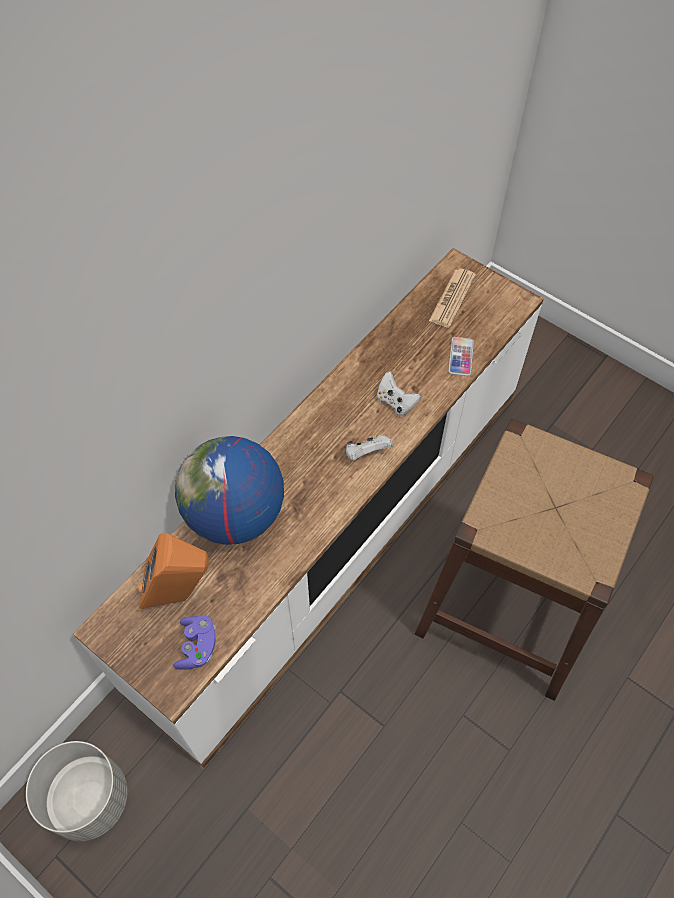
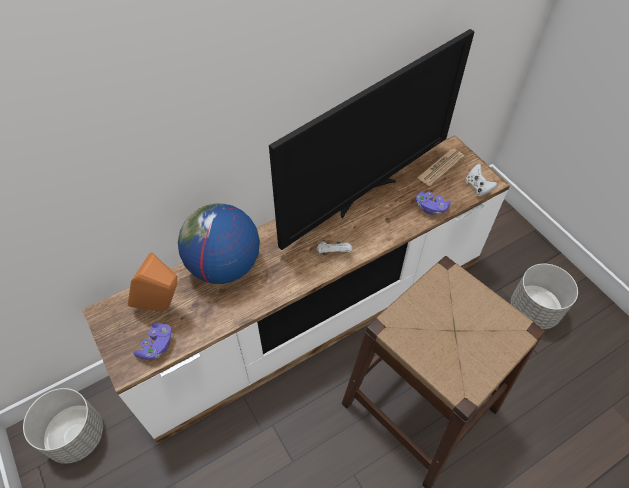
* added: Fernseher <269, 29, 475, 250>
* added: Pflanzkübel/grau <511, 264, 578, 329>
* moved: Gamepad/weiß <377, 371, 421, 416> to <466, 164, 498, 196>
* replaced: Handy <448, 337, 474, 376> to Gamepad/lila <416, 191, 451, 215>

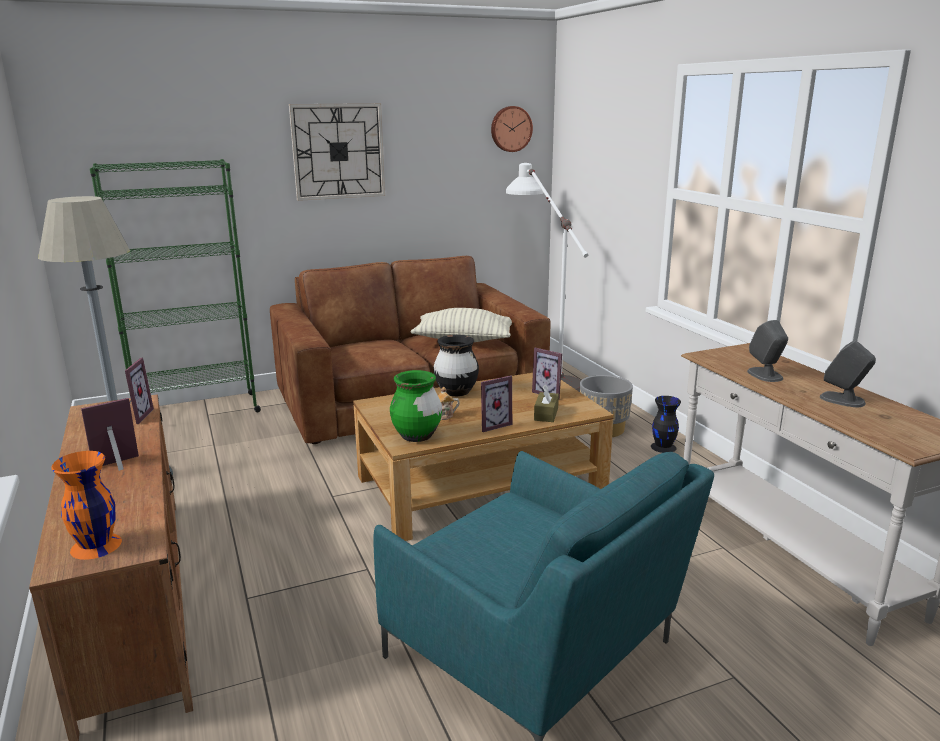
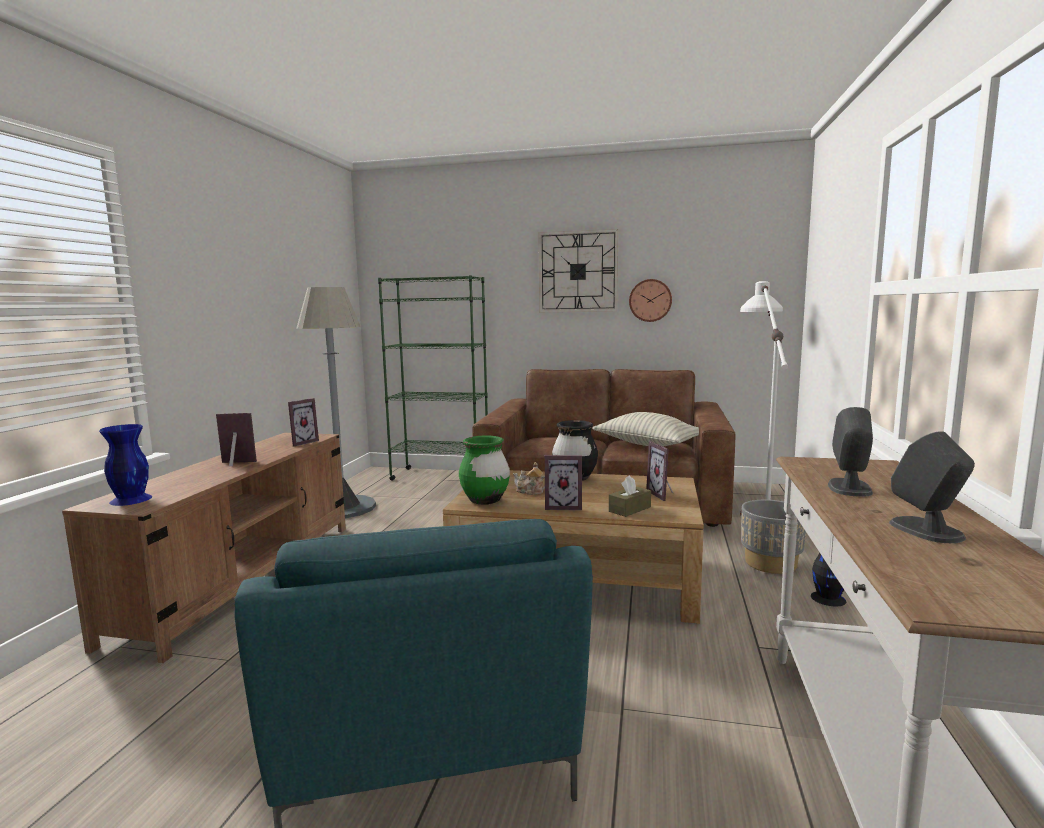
* moved: Wanduhr <491, 106, 533, 152> to <629, 279, 672, 322>
* recoloured: Vase/orange <51, 451, 122, 560> to Vase/blau <99, 424, 152, 506>

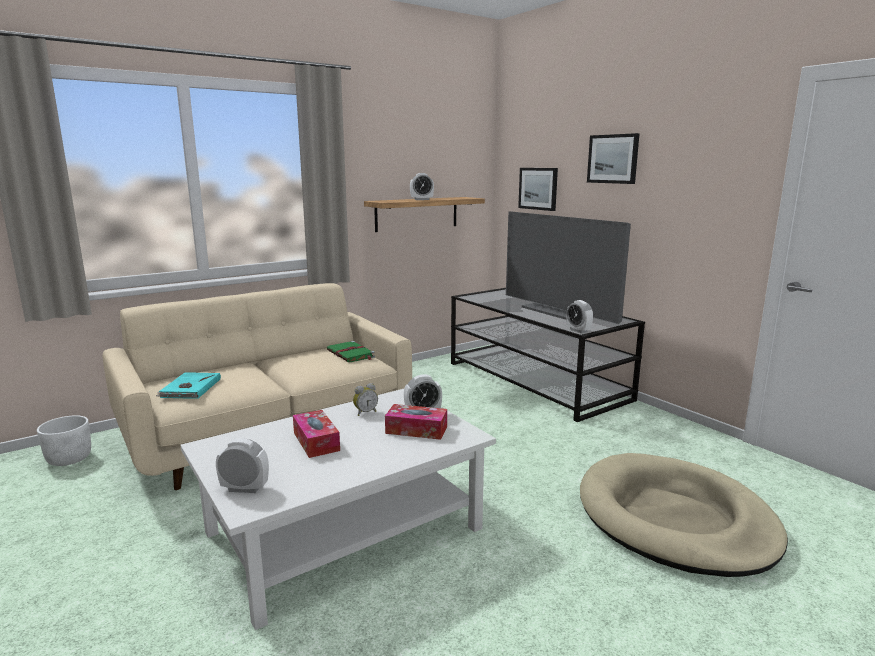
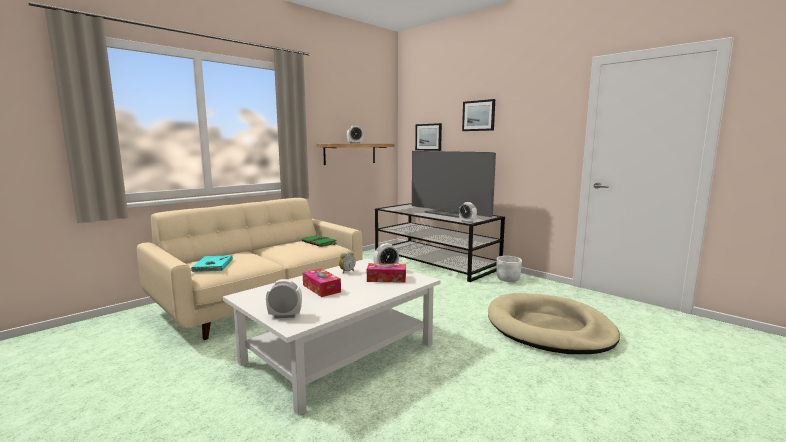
* moved: Pflanzkübel/weiß <37, 415, 91, 466> to <496, 256, 522, 282>

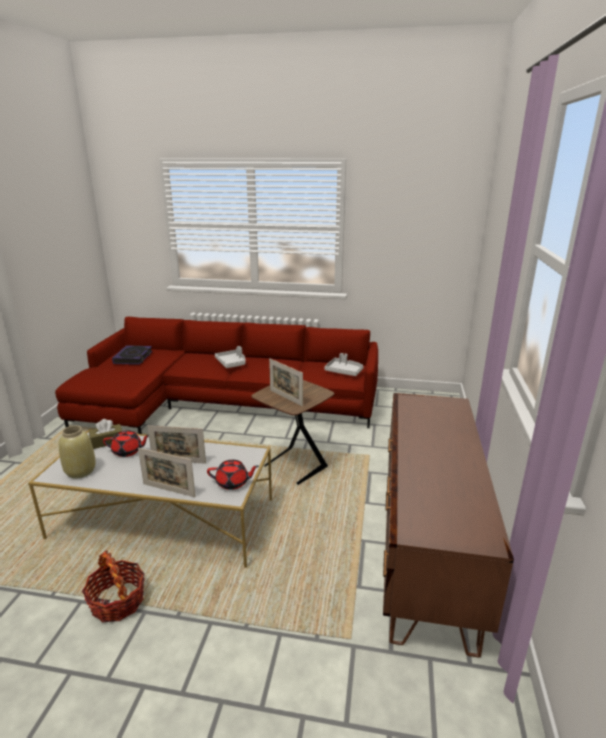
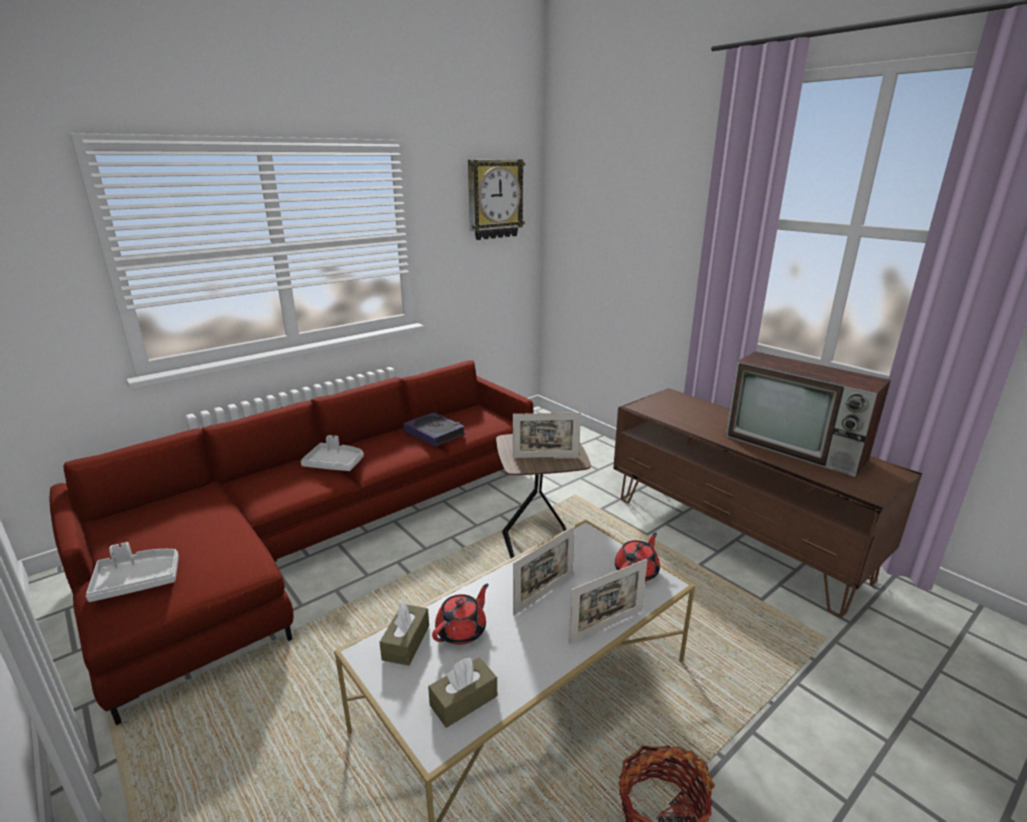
* added: Wanduhr <468, 160, 525, 240>
* added: Fernseher <725, 351, 891, 477>
* moved: Buch <112, 345, 152, 365> to <403, 412, 466, 447>
* moved: Tablett/grau <324, 353, 364, 376> to <86, 542, 179, 602>
* replaced: Vase/beige <59, 425, 96, 479> to Taschentuchbox/braun <428, 657, 497, 728>

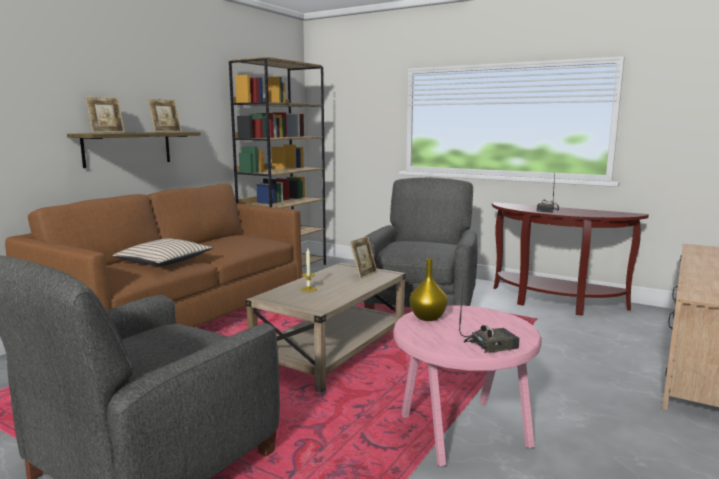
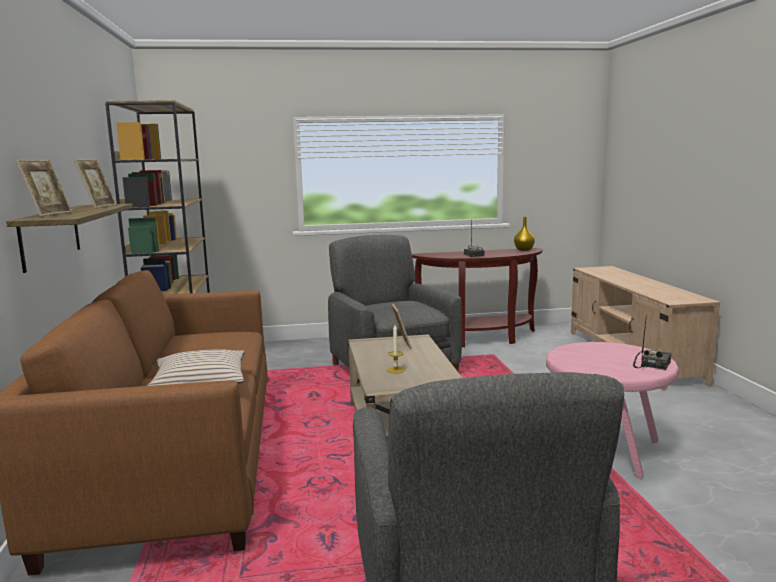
* moved: Vase/gelb <410, 258, 447, 321> to <514, 217, 535, 251>

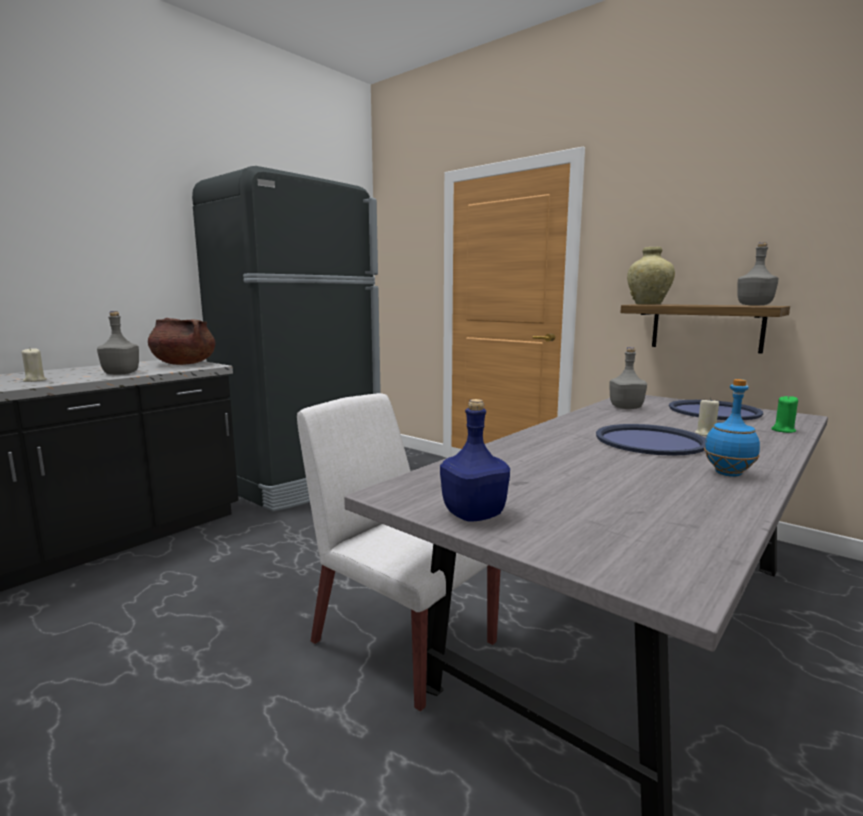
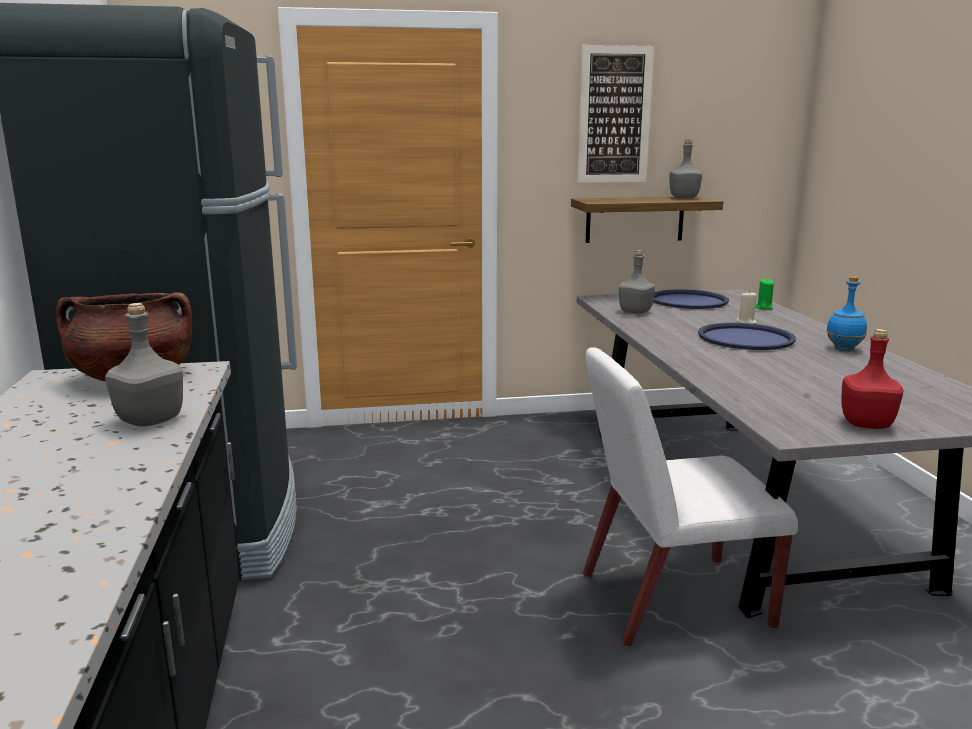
* removed: Kerze/beige <21, 348, 47, 382>
* removed: Vase/beige <627, 247, 675, 304>
* added: Bild <577, 45, 654, 183>
* recoloured: Flasche/blau <440, 399, 510, 521> to Flasche/rot <841, 329, 904, 429>

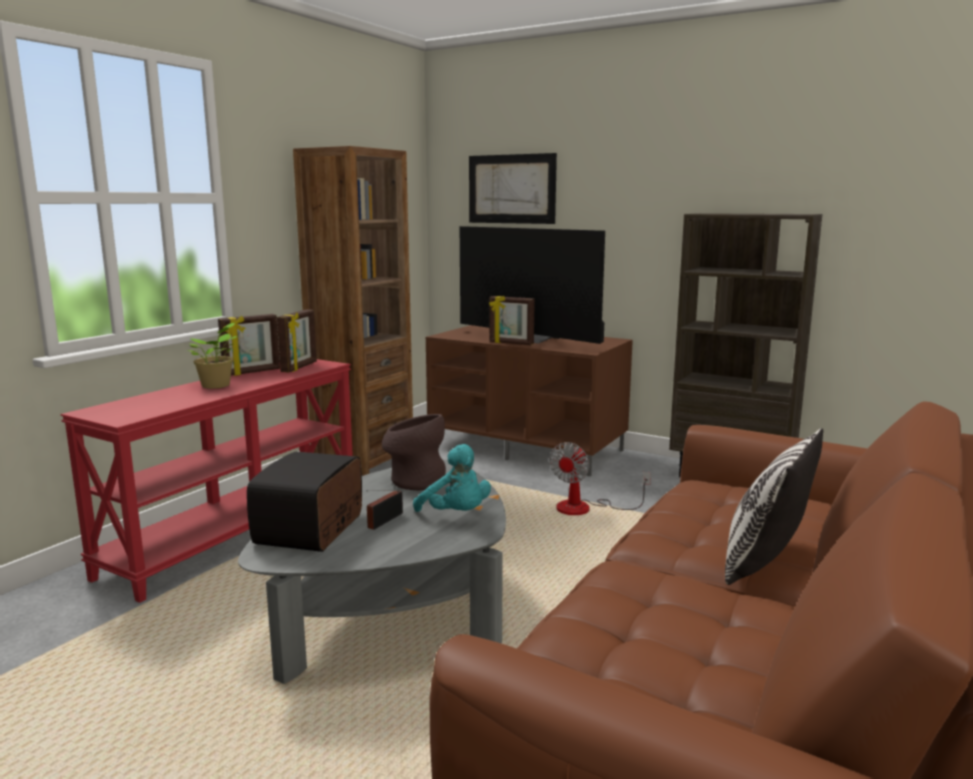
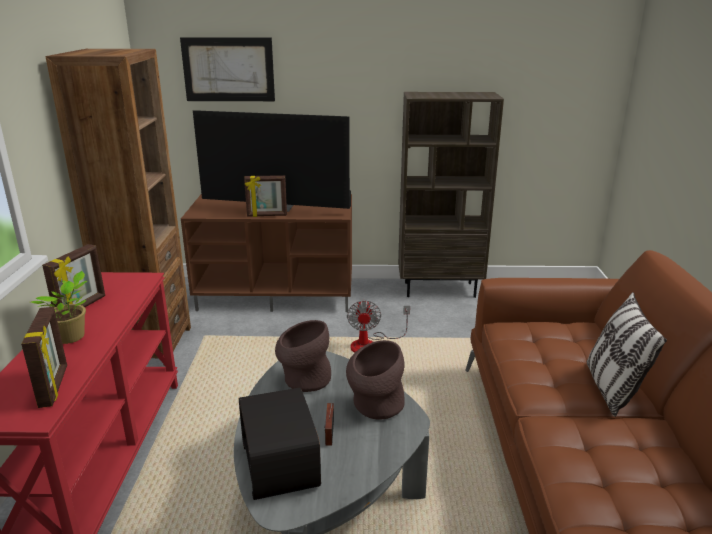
* moved: Bilderrahmen <277, 310, 317, 372> to <21, 307, 67, 408>
* replaced: Plüschtier/türkis <413, 444, 491, 512> to Vase/braun <346, 340, 405, 419>

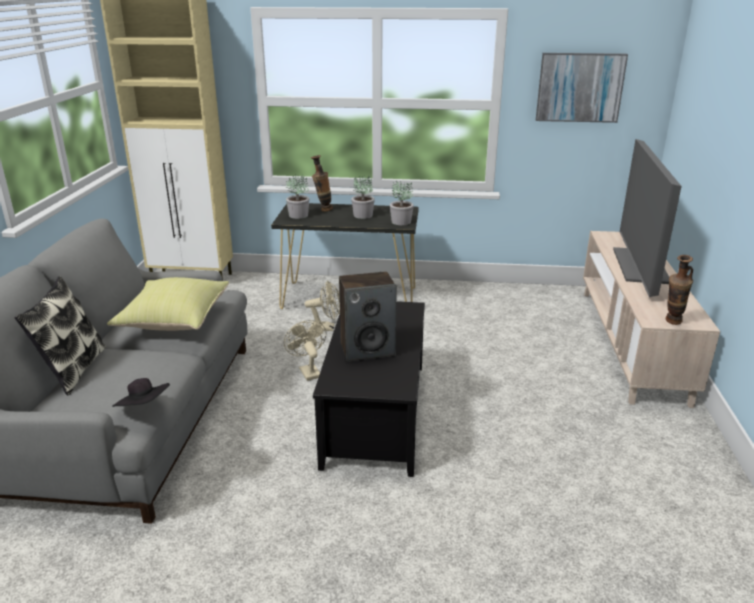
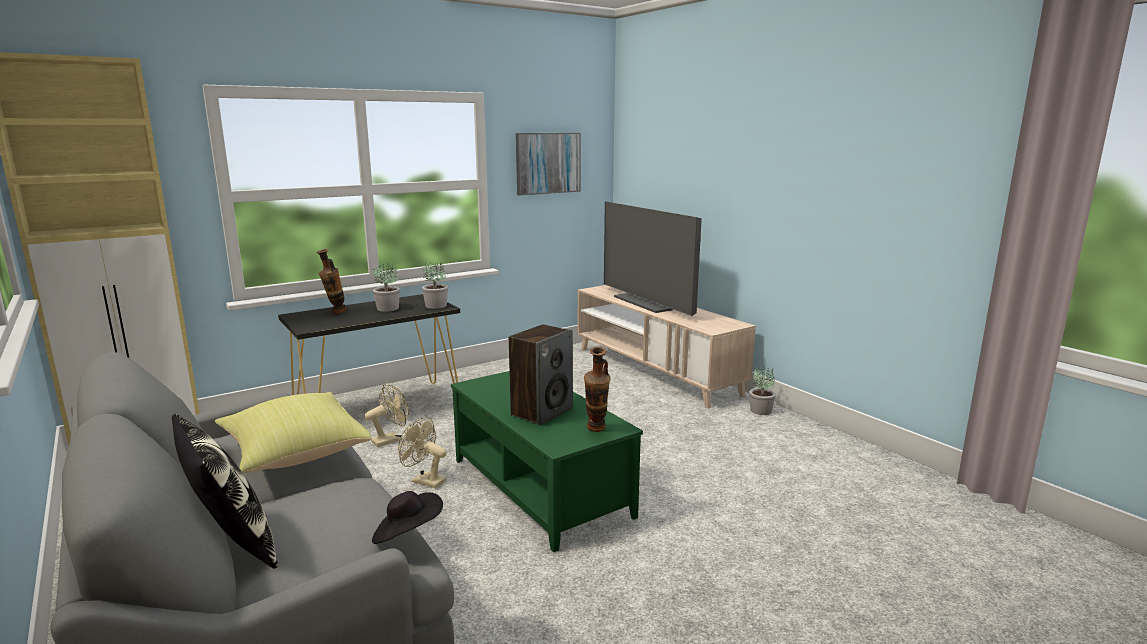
* moved: Topfpflanze <286, 174, 309, 219> to <749, 366, 776, 415>
* moved: Vase <666, 255, 693, 325> to <584, 347, 611, 432>
* recoloured: Couchtisch/schwarz <313, 301, 425, 477> to Couchtisch/grün <451, 371, 643, 552>

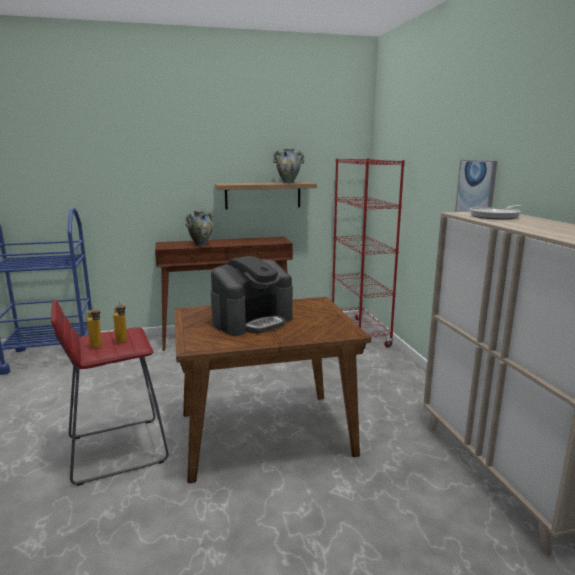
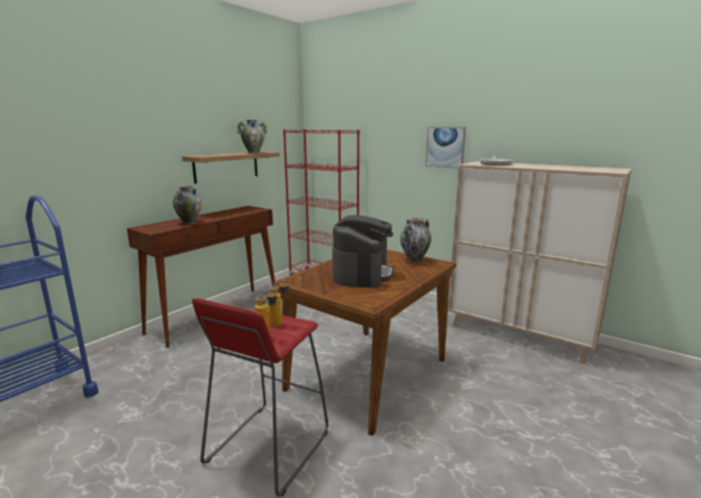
* added: Vase <400, 218, 431, 263>

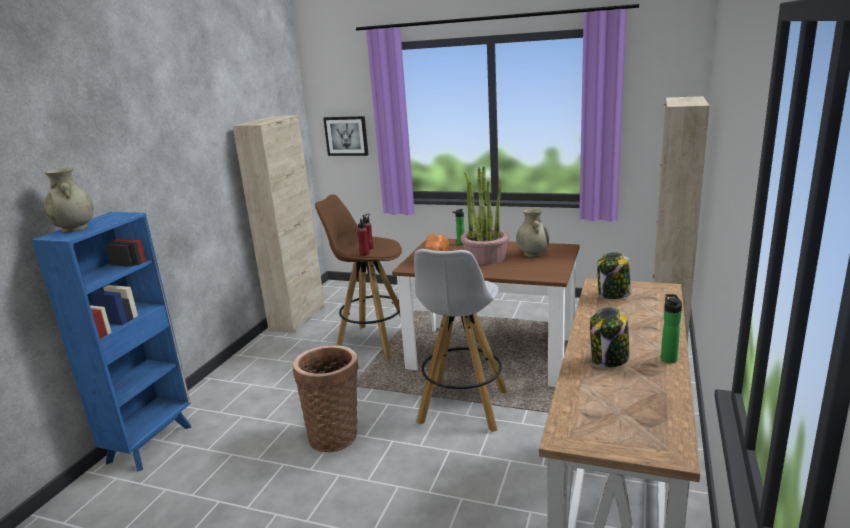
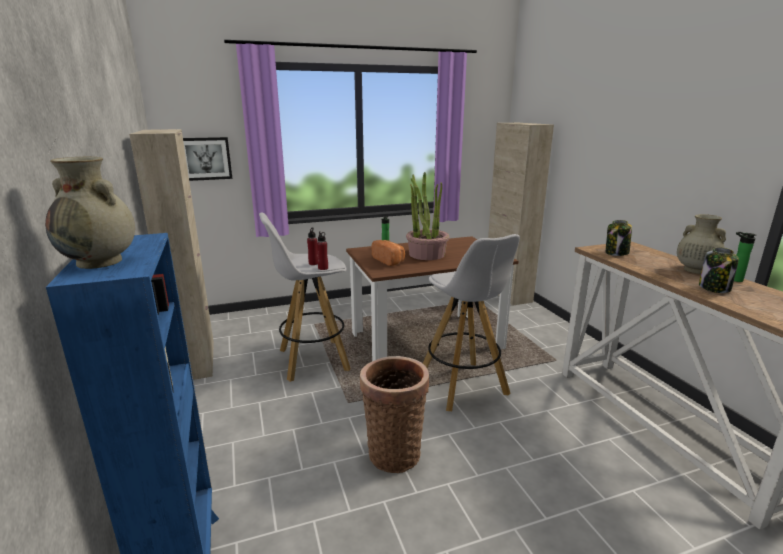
* moved: Vase/beige <516, 208, 549, 257> to <677, 214, 726, 274>
* recoloured: Hocker/braun <315, 194, 402, 360> to Hocker/weiß <259, 212, 350, 382>

